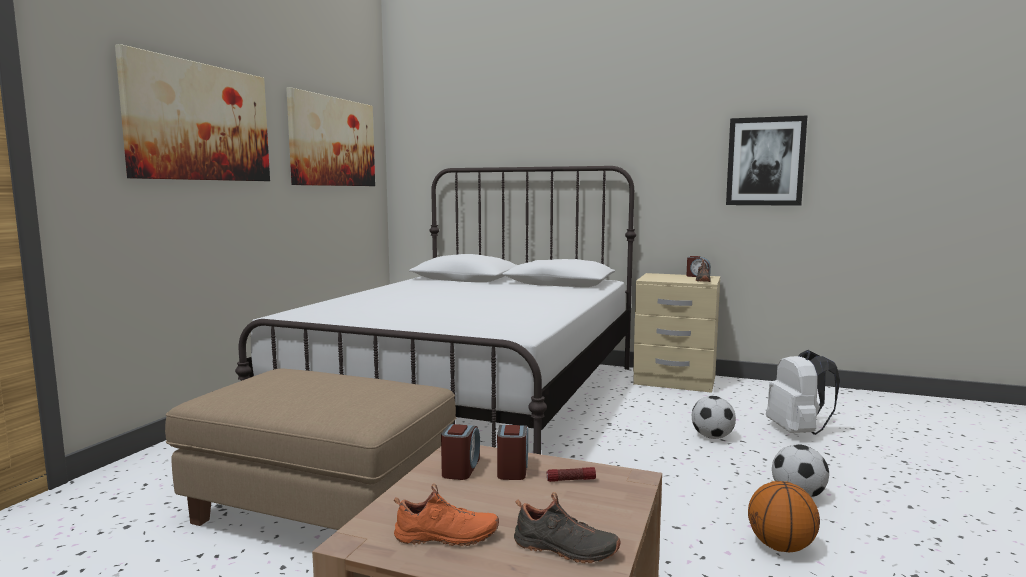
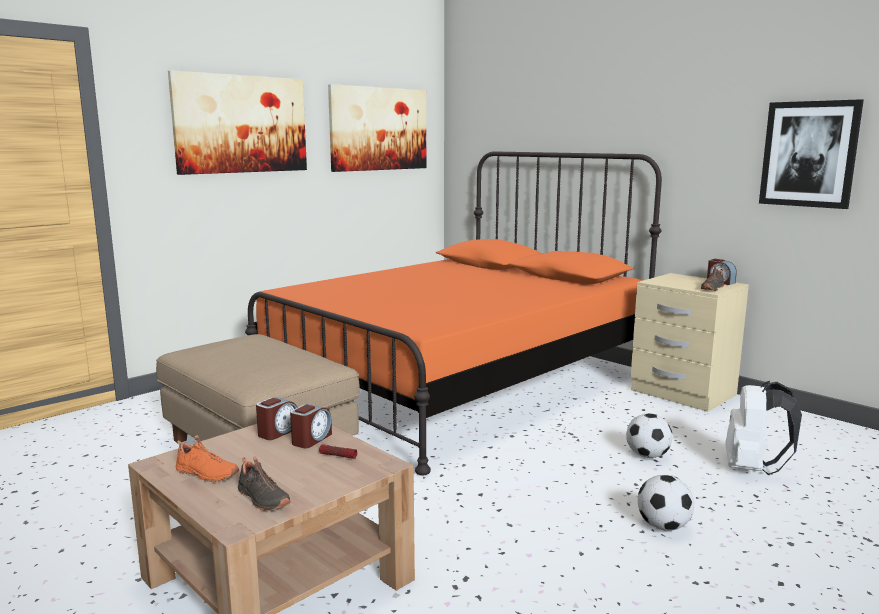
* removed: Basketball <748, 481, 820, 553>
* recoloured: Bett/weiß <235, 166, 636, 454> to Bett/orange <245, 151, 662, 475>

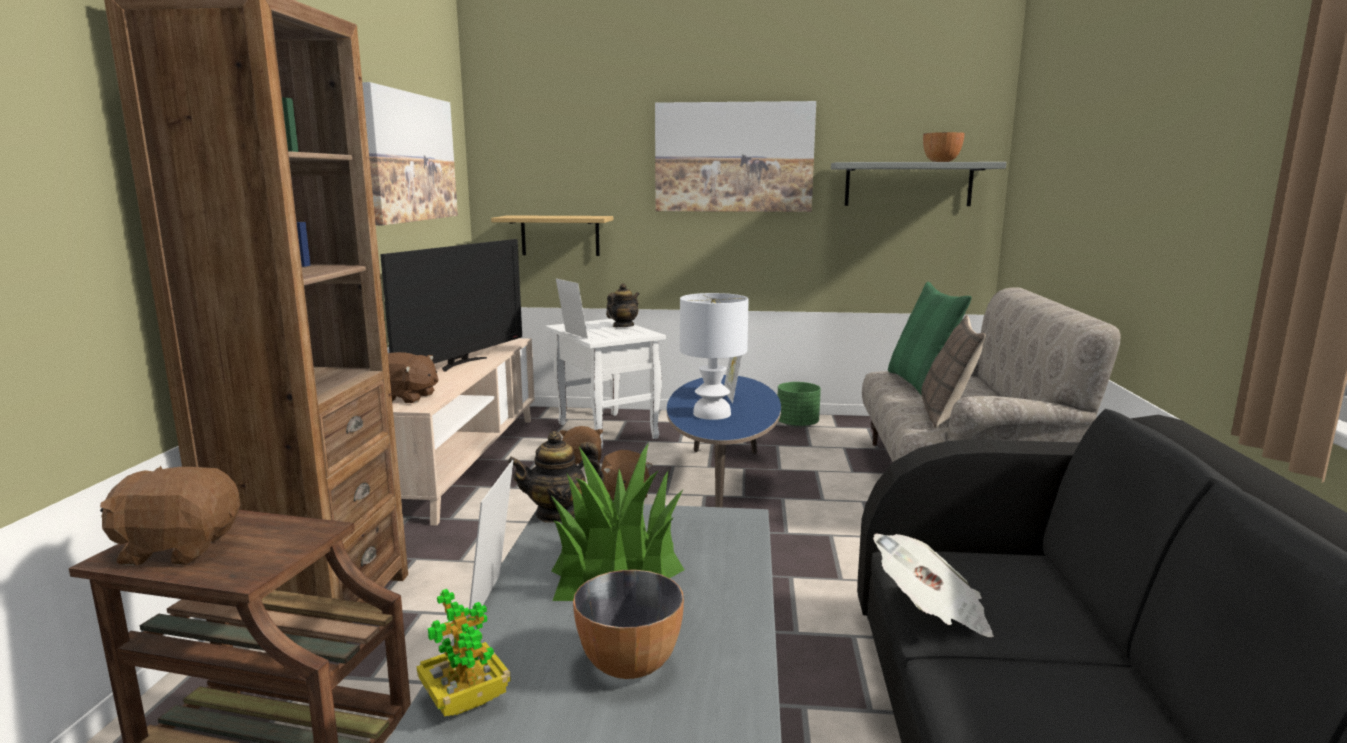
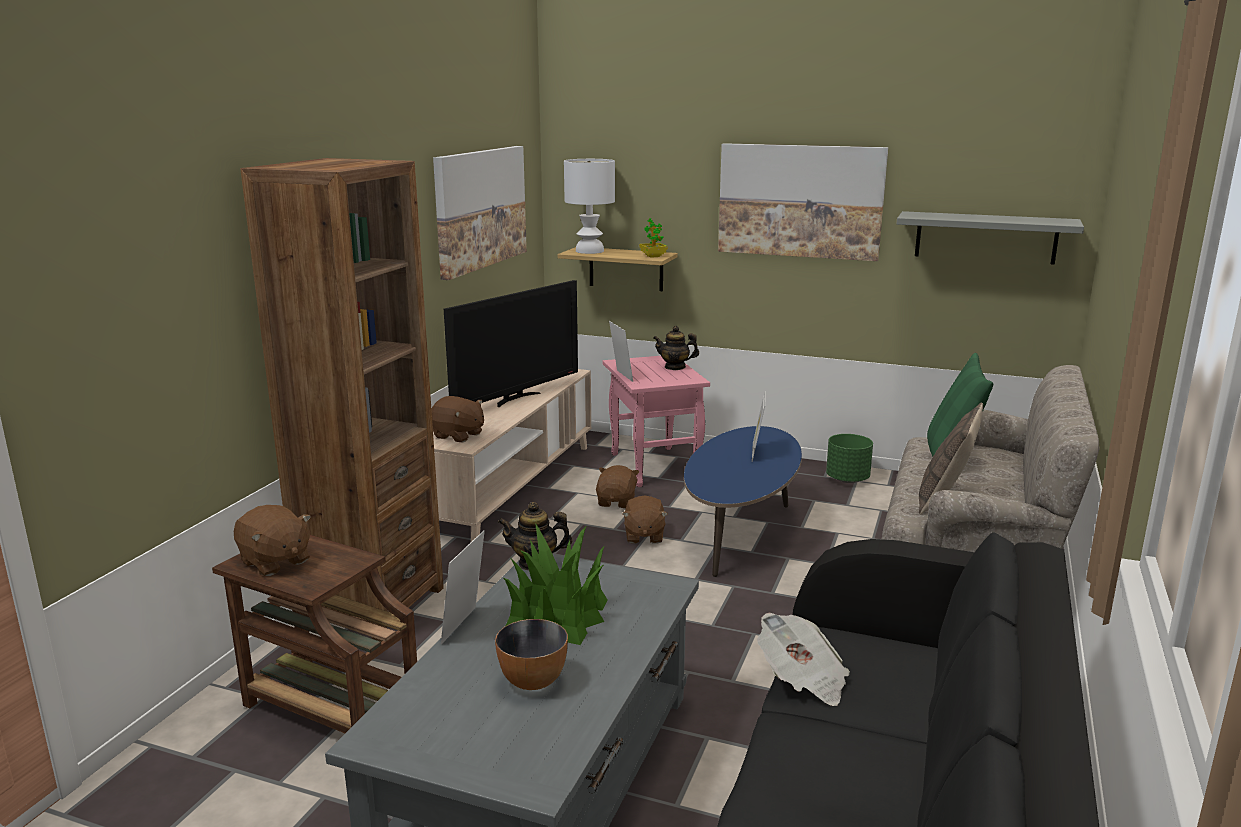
* removed: Schüssel <923, 132, 965, 162>
* moved: Topfpflanze <417, 589, 511, 717> to <639, 218, 668, 258>
* moved: Tischlampe/weiß <680, 293, 749, 420> to <564, 159, 615, 254>
* recoloured: Beistelltisch/weiß <545, 319, 666, 449> to Beistelltisch/rosa <603, 356, 710, 487>
* turned: Plüschtier/braun <100, 466, 240, 566> = <234, 505, 311, 576> 150 degrees counterclockwise
* turned: Teekanne <606, 283, 639, 327> = <653, 326, 699, 370> 135 degrees counterclockwise

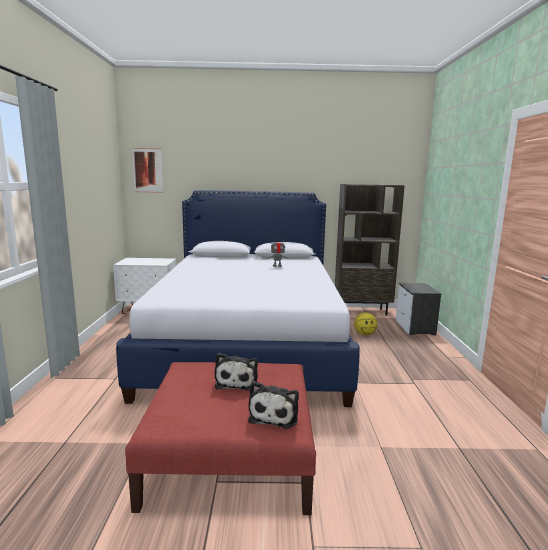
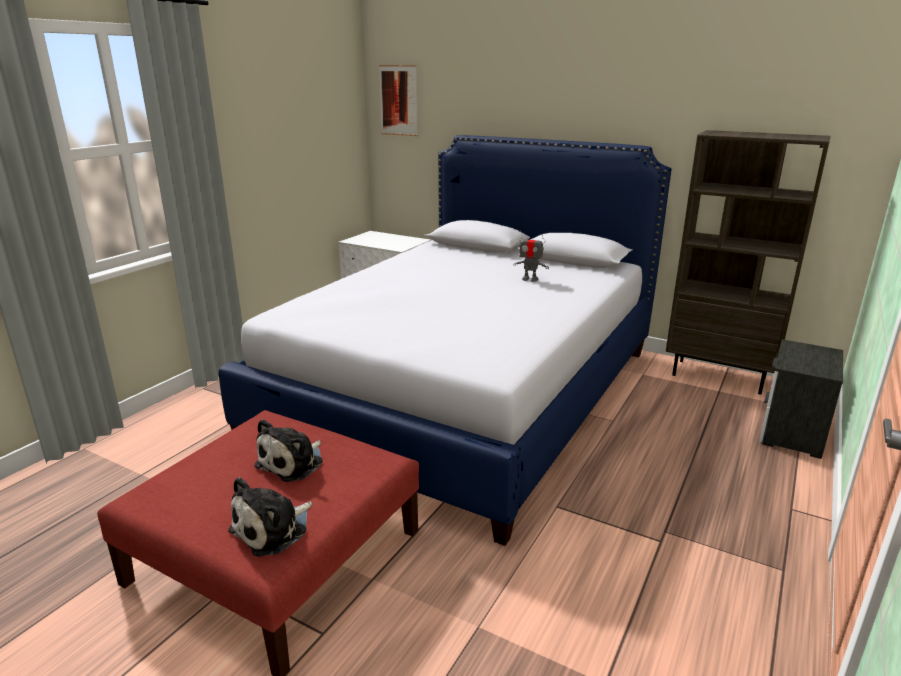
* removed: Basketball <354, 313, 378, 336>

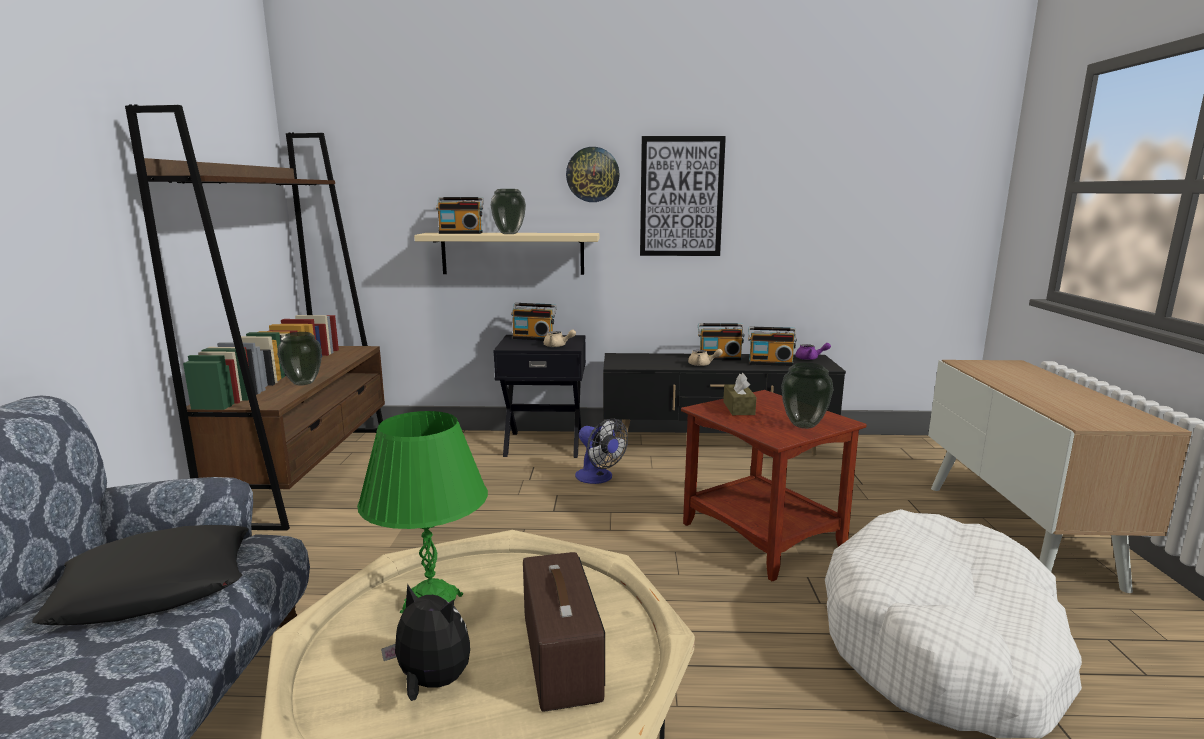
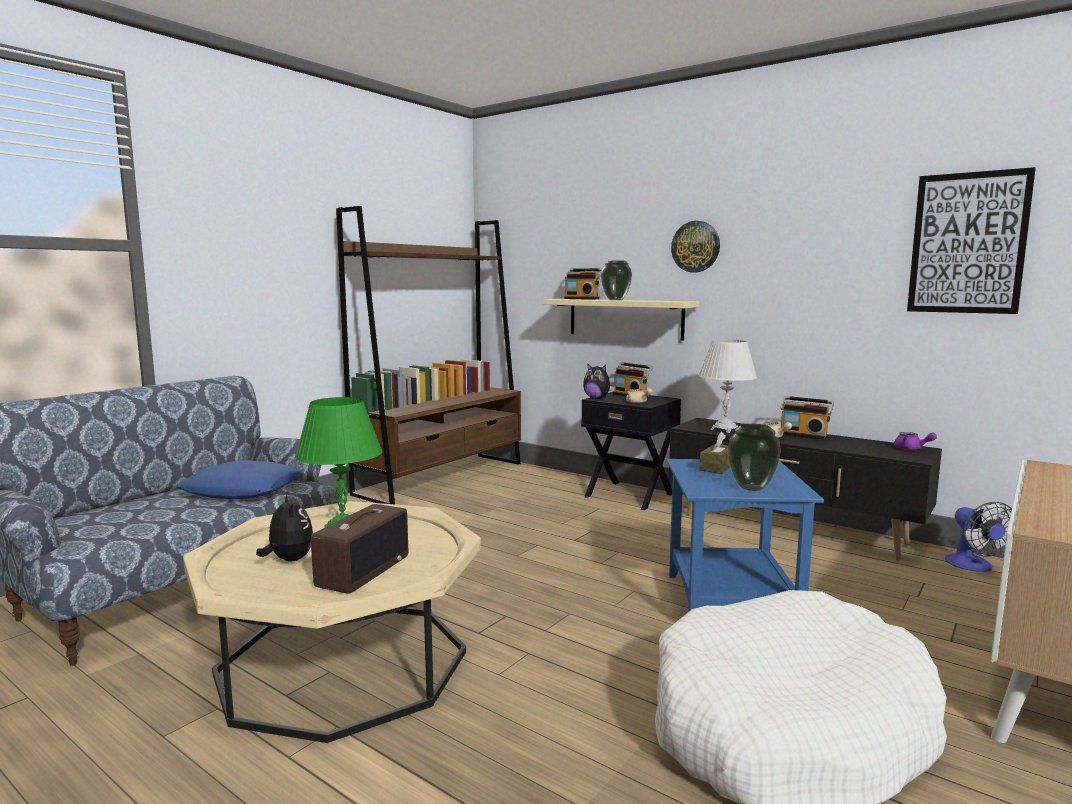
* removed: Vase <277, 332, 322, 385>
* removed: Radio <748, 327, 797, 366>
* added: Plüschtier <583, 363, 615, 399>
* added: Tischlampe/weiß <699, 340, 757, 433>
* moved: Ventilator <575, 418, 628, 484> to <945, 502, 1012, 572>
* moved: Bild <640, 136, 726, 256> to <907, 167, 1036, 314>
* recoloured: Kissen/schwarz <32, 525, 248, 625> to Kissen/blau <176, 460, 304, 499>
* recoloured: Beistelltisch/braun <681, 390, 867, 582> to Beistelltisch/blau <667, 459, 824, 612>

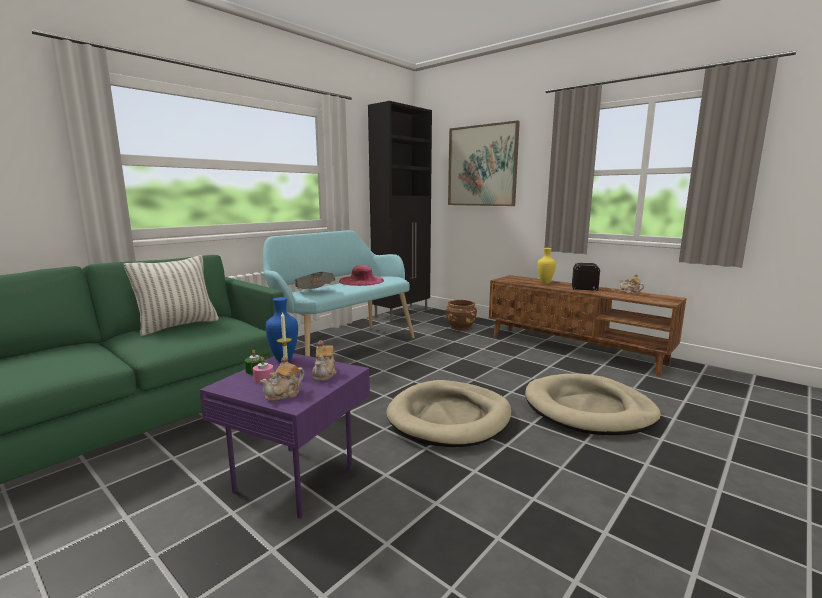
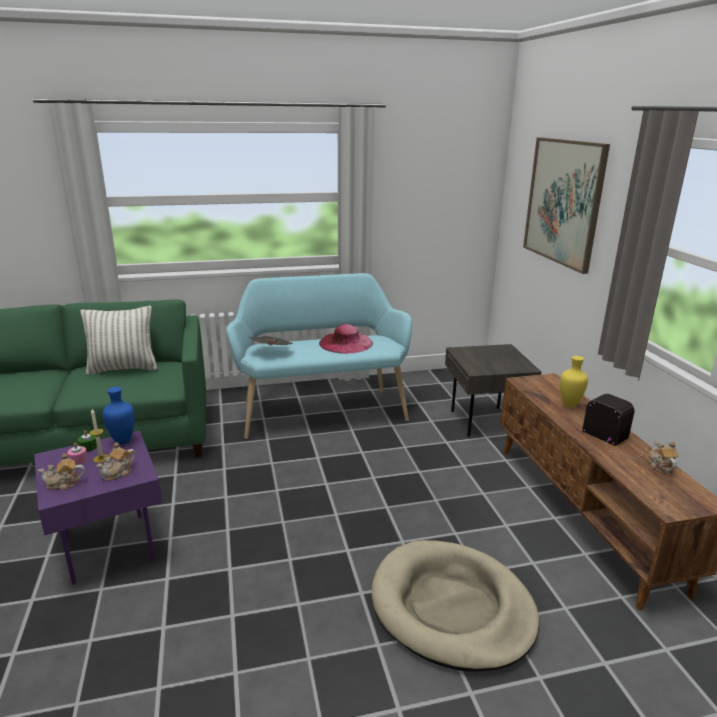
* removed: Schrank/schwarz <368, 101, 432, 321>
* removed: Hundebett/beige <386, 380, 512, 447>
* replaced: Pflanzkübel/braun <446, 300, 477, 331> to Beistelltisch/grau <445, 344, 542, 437>

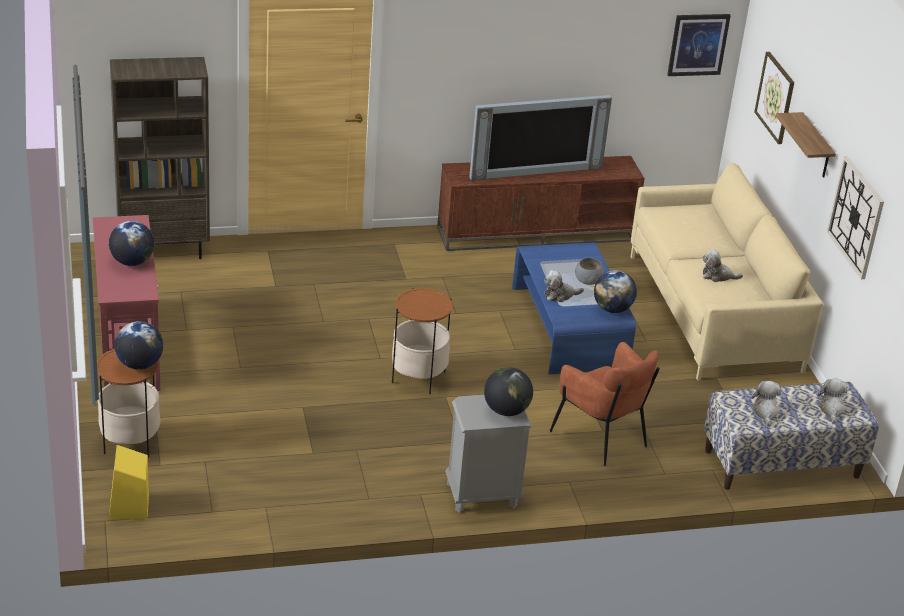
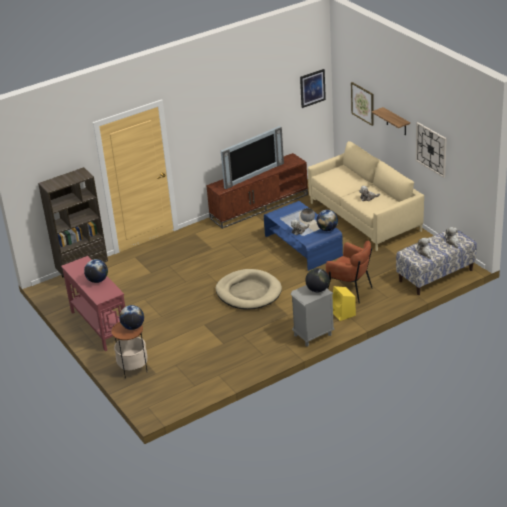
* moved: Lautsprecher/gelb <109, 445, 149, 519> to <333, 286, 356, 321>
* replaced: Beistelltisch <392, 288, 453, 394> to Hundebett/beige <216, 269, 282, 310>

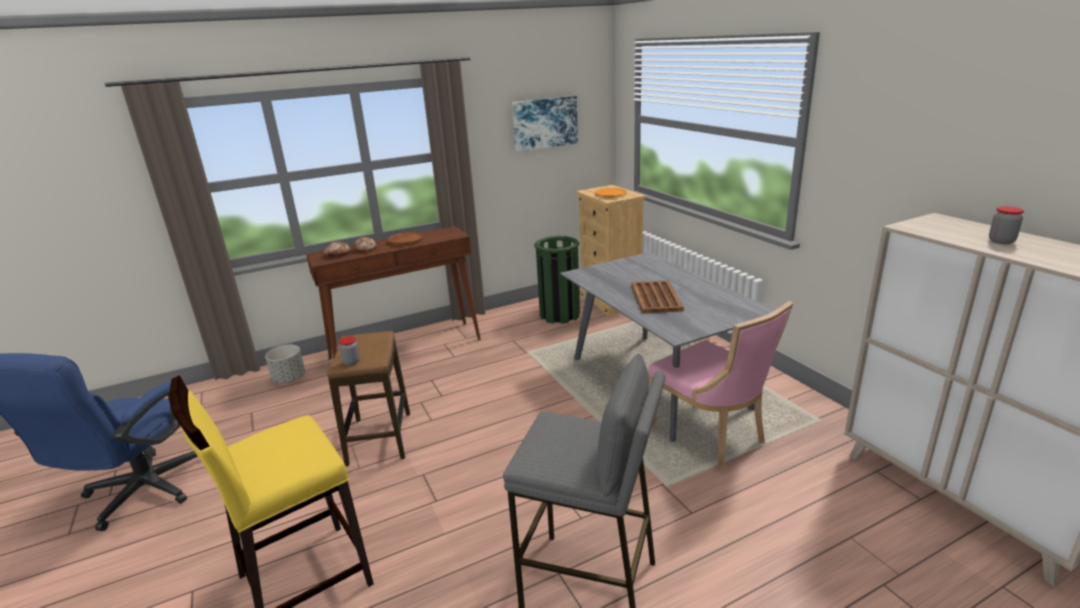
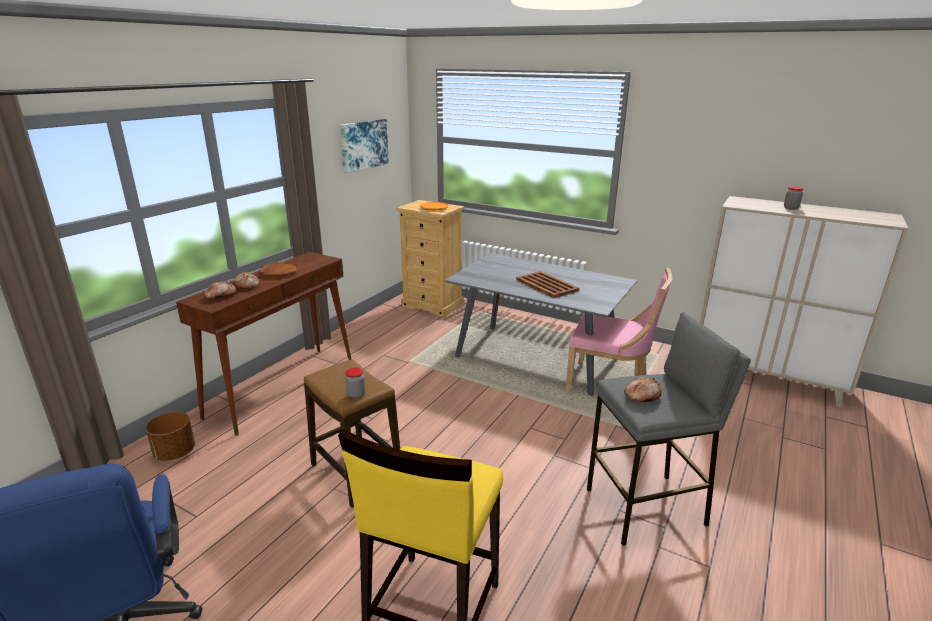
* removed: Mülleimer/grün <534, 236, 580, 324>
* added: Brot <624, 377, 662, 402>
* recoloured: Pflanzkübel/grau <265, 345, 305, 383> to Pflanzkübel/braun <146, 412, 195, 461>

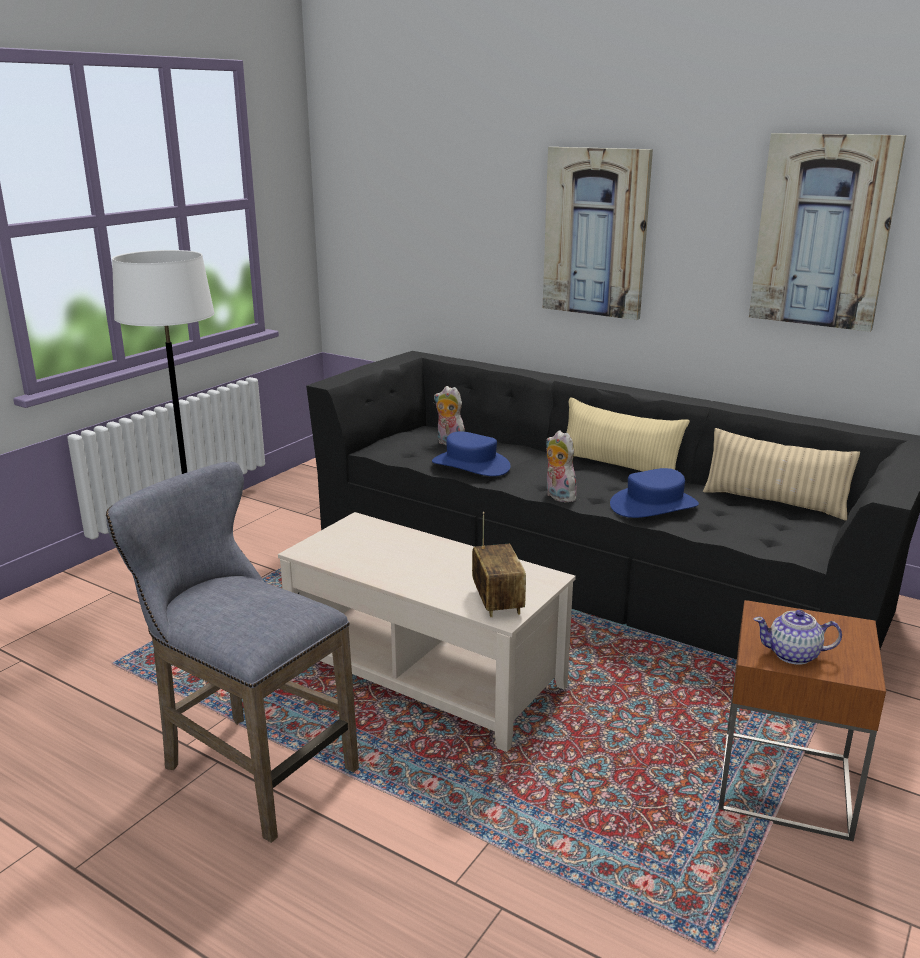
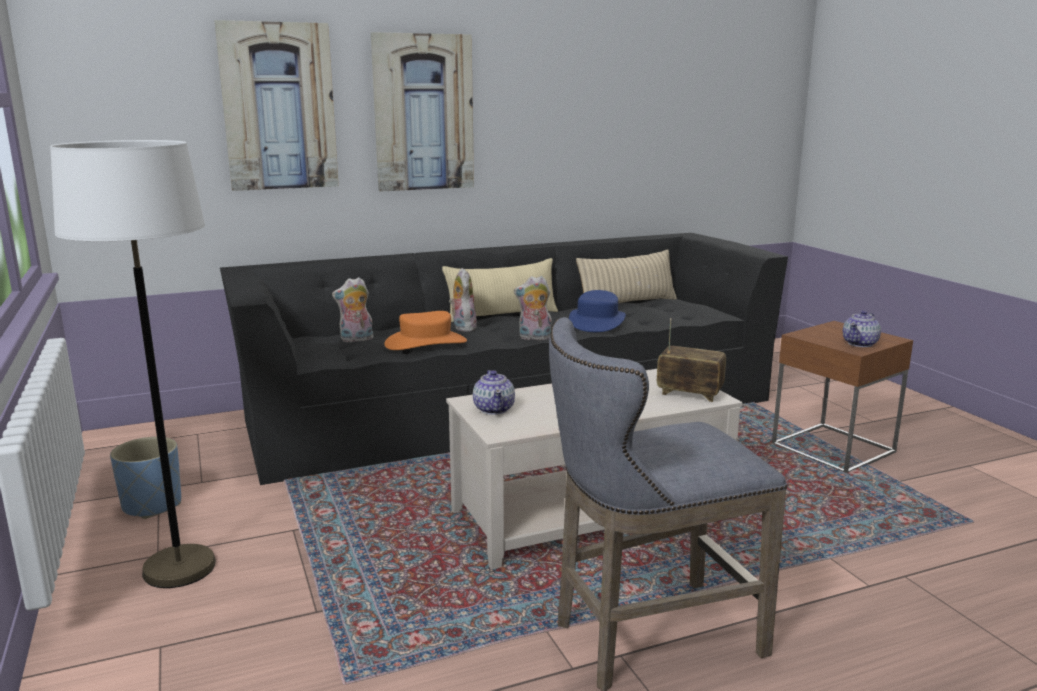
* added: Pflanzkübel/blau <110, 437, 181, 519>
* added: Plüschtier <449, 268, 477, 332>
* added: Teekanne <473, 370, 515, 415>
* moved: Bild <749, 133, 906, 332> to <214, 20, 339, 191>
* recoloured: Hut/blau <432, 431, 511, 476> to Hut/orange <384, 311, 467, 350>

